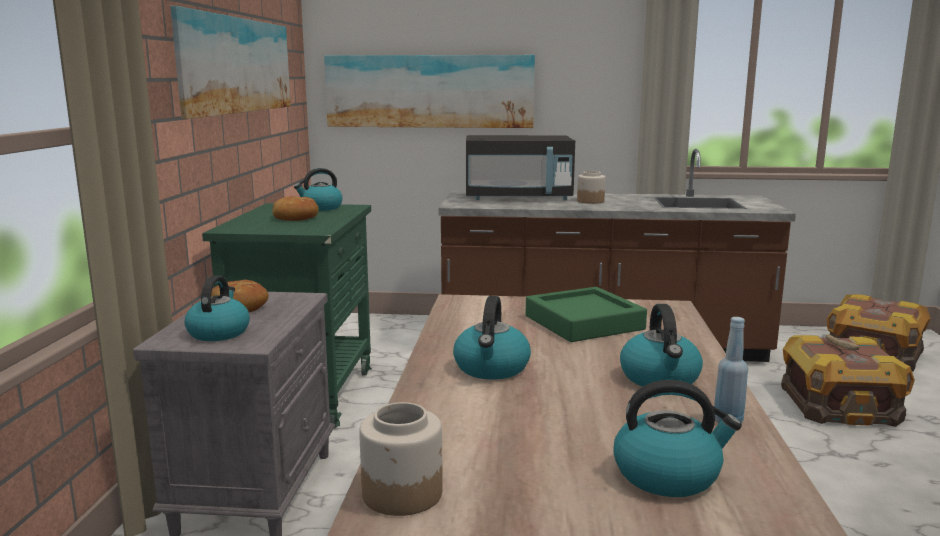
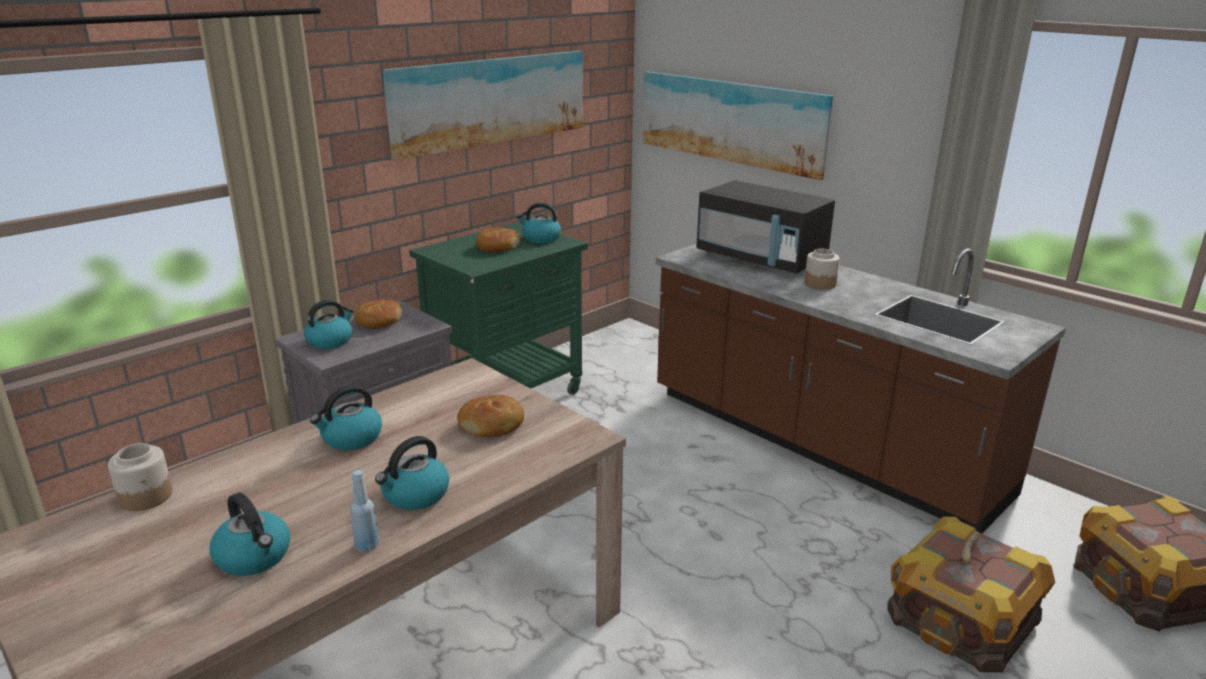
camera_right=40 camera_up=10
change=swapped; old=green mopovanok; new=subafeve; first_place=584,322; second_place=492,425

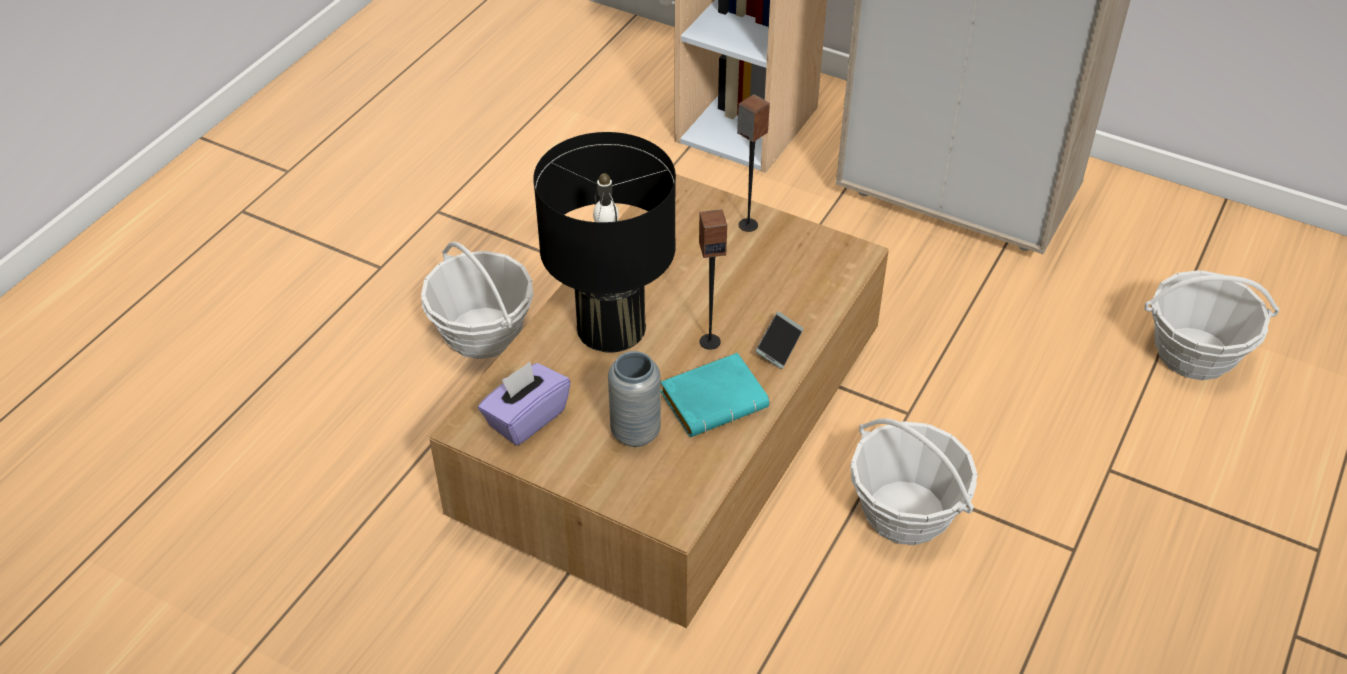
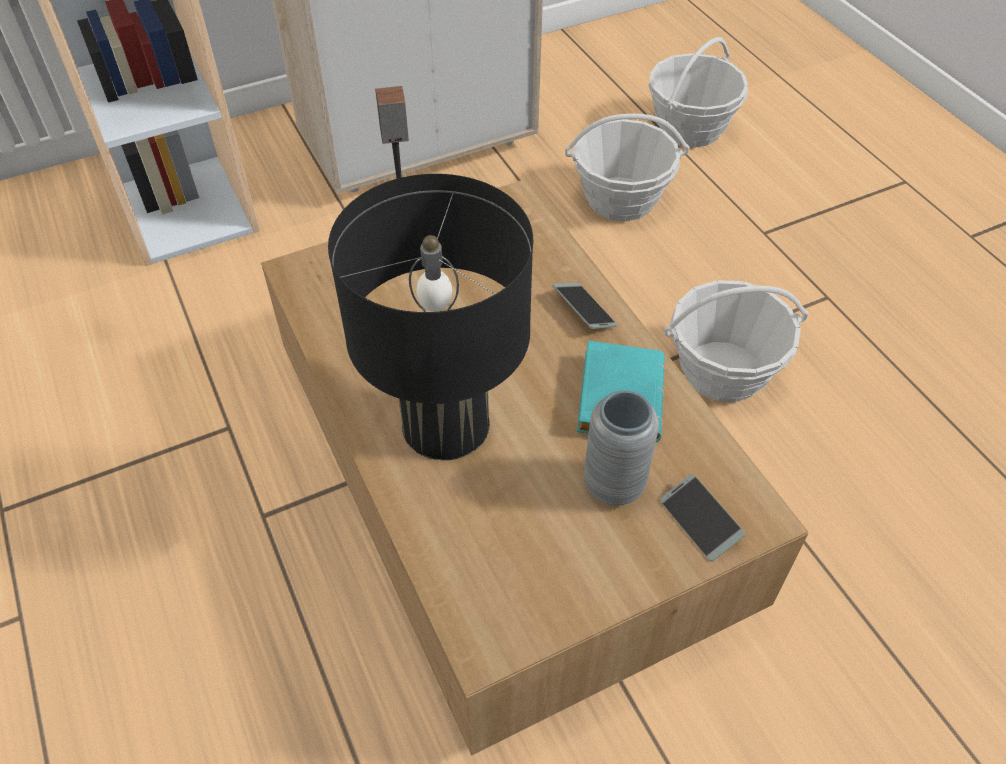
camera_right=-55 camera_up=5
change=gone; old=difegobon; first_place=710,341
change=shifted; old=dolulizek; first_place=483,333; second_place=621,199
change=gone; old=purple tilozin; first_place=526,418
change=new; new=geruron; second_place=699,522

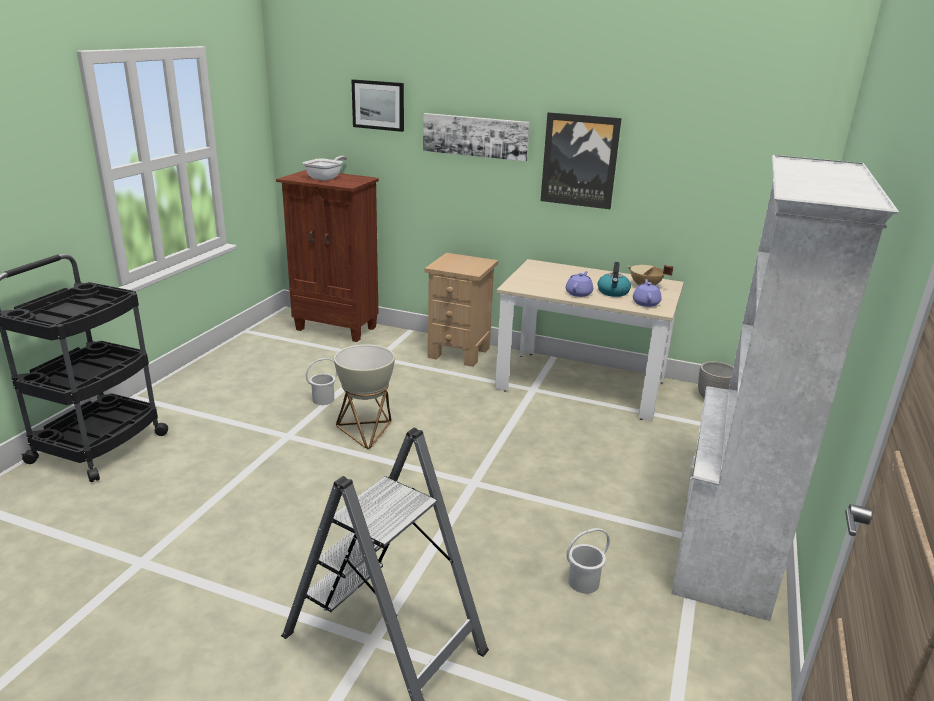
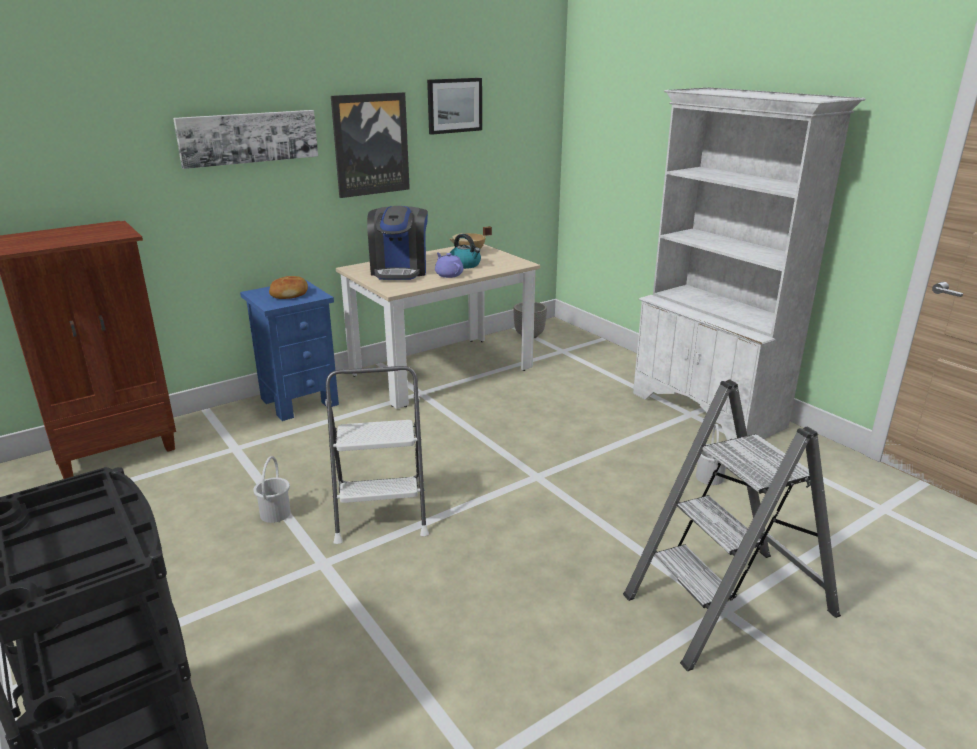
camera_right=-55 camera_up=0
change=shifted; old=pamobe; first_place=378,105; second_place=454,105
change=gone; old=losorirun; first_place=326,178
change=repainted; old=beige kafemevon; new=blue kafemevon; first_place=459,353; second_place=300,401
change=gone; old=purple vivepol; first_place=646,303
change=swapped; old=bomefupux; new=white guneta; first_place=366,431; second_place=381,506
change=new; new=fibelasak; second_place=399,271
change=new; new=subafeve; second_place=289,294

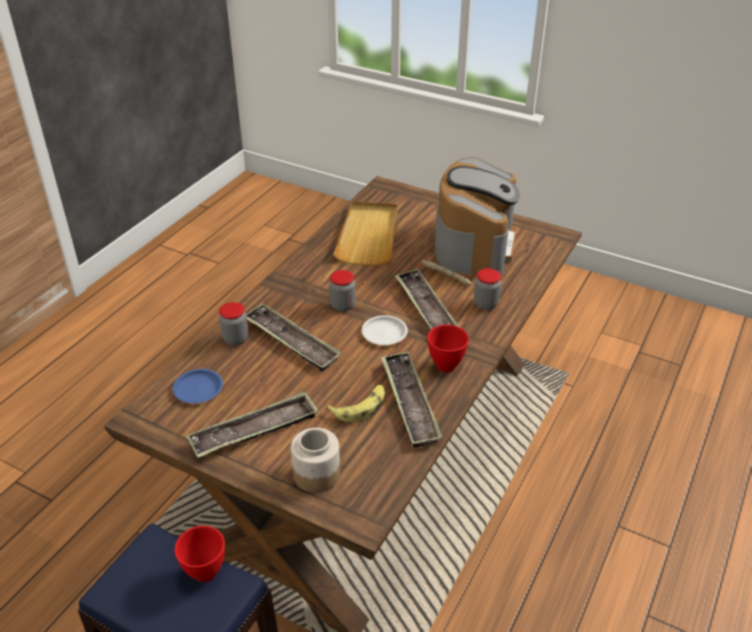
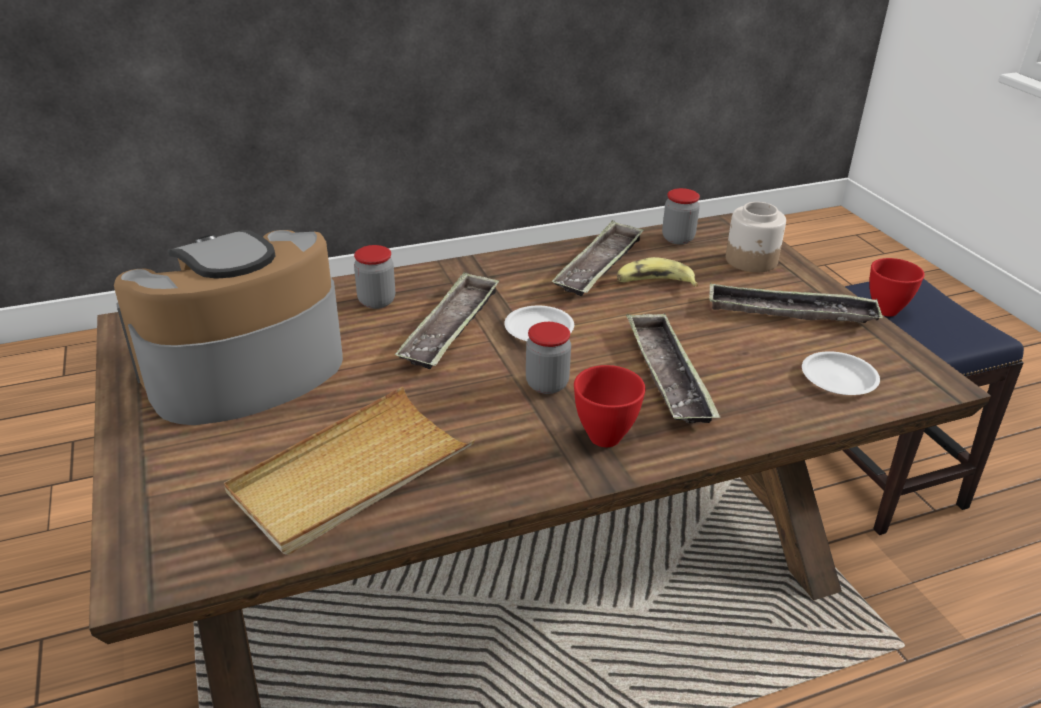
camera_right=-140 camera_up=-5
change=gone; old=subafeve; first_place=445,278
change=shifted; old=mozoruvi; first_place=235,339; second_place=678,238
change=shifted; old=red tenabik; first_place=445,365; second_place=604,438
change=repainted; old=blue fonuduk; new=white fonuduk; first_place=199,389; second_place=838,378

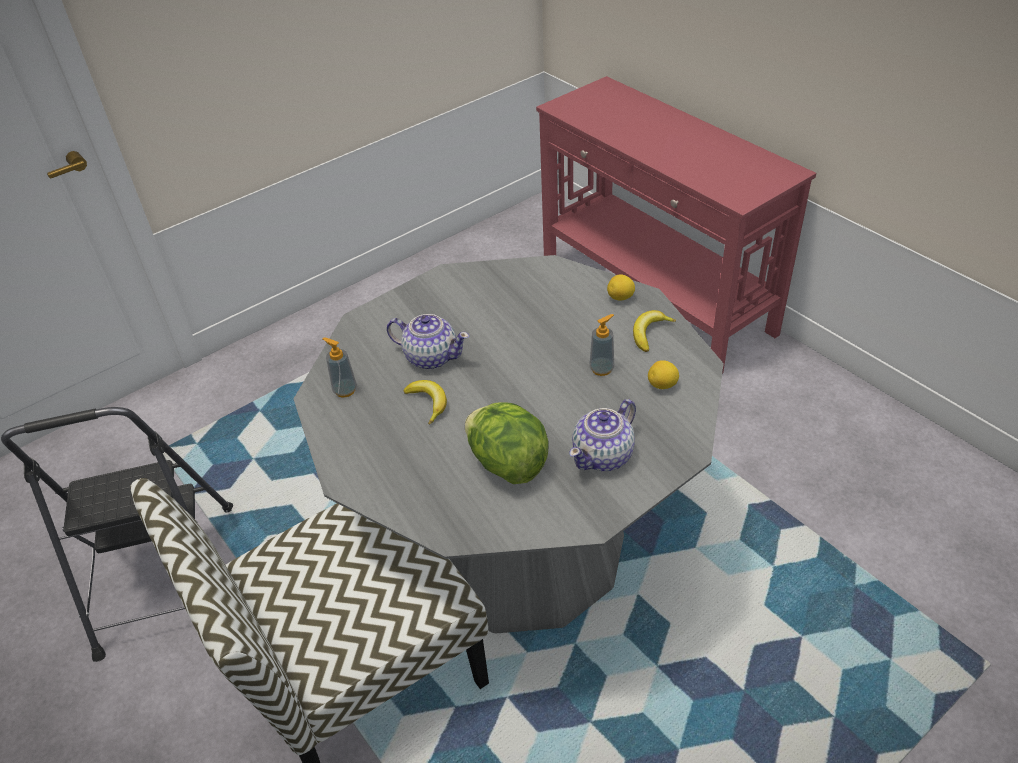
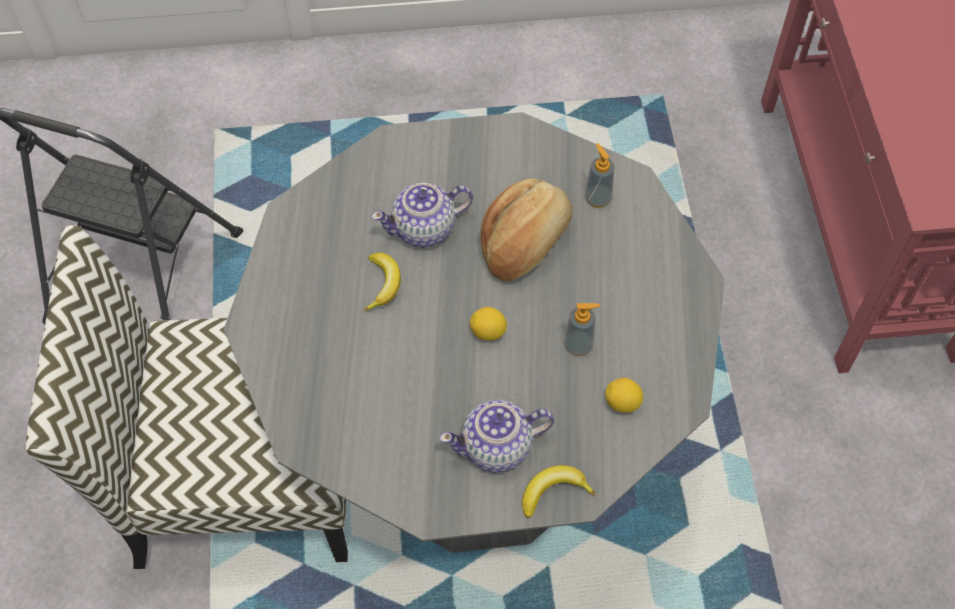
camera_right=30 camera_up=15
change=shifted; old=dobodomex; first_place=620,298; second_place=488,332
change=shifted; old=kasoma; first_place=649,333; second_place=553,492
change=rotated; old=vivepol; first_place=430,356; second_place=425,229; degrees=105
change=shifted; old=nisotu; first_place=345,390; second_place=597,198
change=gone; old=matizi; first_place=507,463
change=new; new=subafeve; second_place=525,241

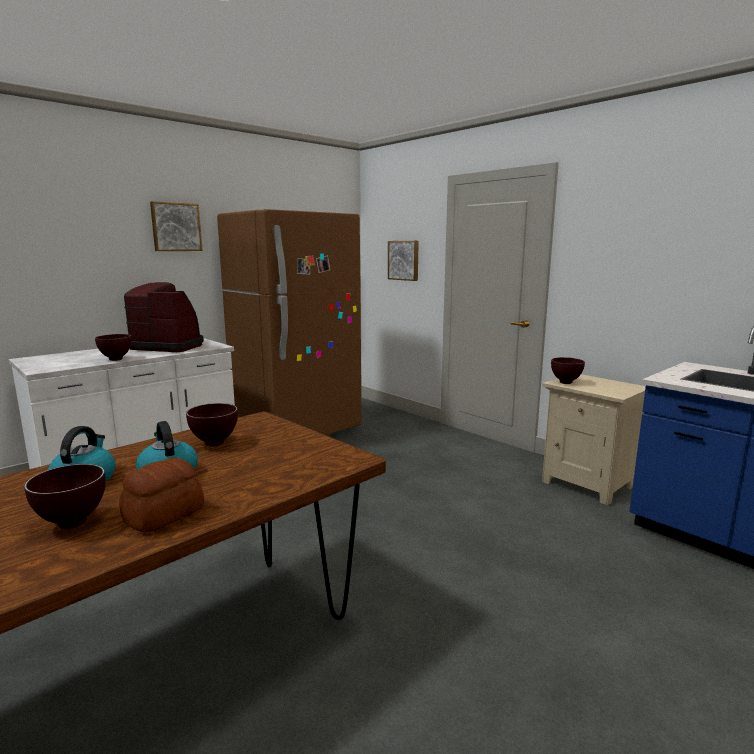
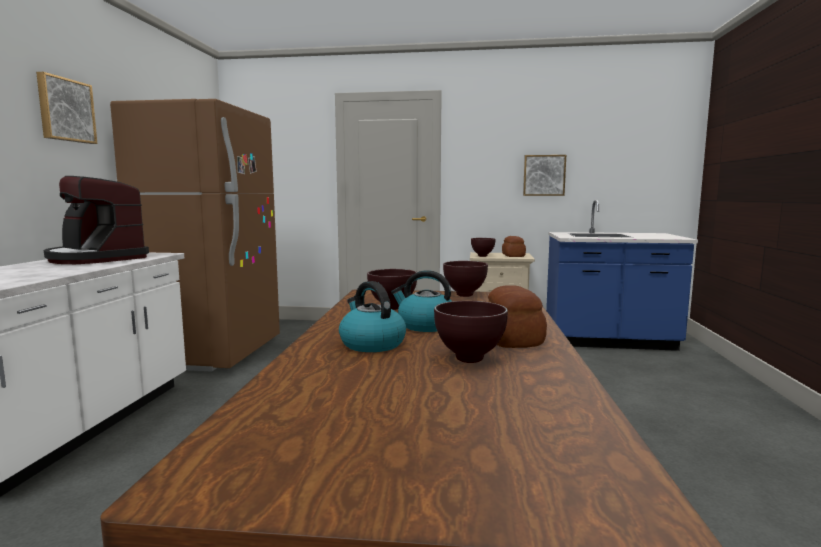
camera_right=-40 camera_up=-5
change=shifted; old=pamobe; first_place=404,260; second_place=544,175
change=rotated; old=fibelasak; first_place=169,346; second_place=96,259; degrees=-120
change=shifted; old=brown tenabik; first_place=116,359; second_place=464,295
change=new; new=subafeve; second_place=513,255

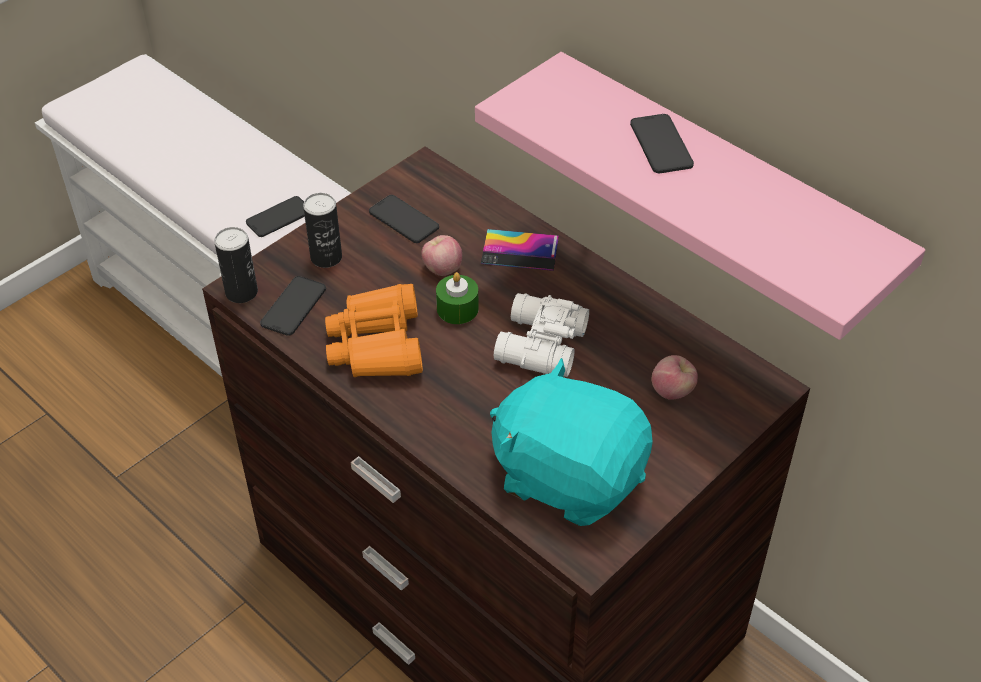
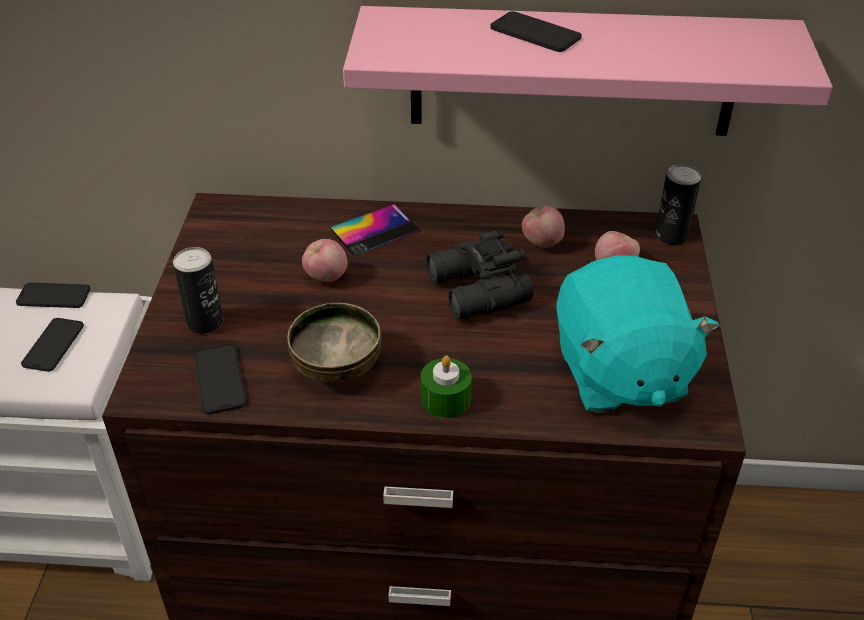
camera_right=-40 camera_up=-5
change=shifted; old=geruron; first_place=403,220; second_place=54,296
change=shifted; old=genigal; first_place=241,292; second_place=671,235
change=shifted; old=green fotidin; first_place=457,309; second_place=445,399
change=swapped; old=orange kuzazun; new=tenabik; first_place=377,344; second_place=338,366
change=repainted; old=white kuzazun; new=black kuzazun; first_place=538,346; second_place=476,291
change=rotated; old=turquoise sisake; first_place=568,476; second_place=619,373; degrees=-90
change=new; new=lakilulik; second_place=541,243

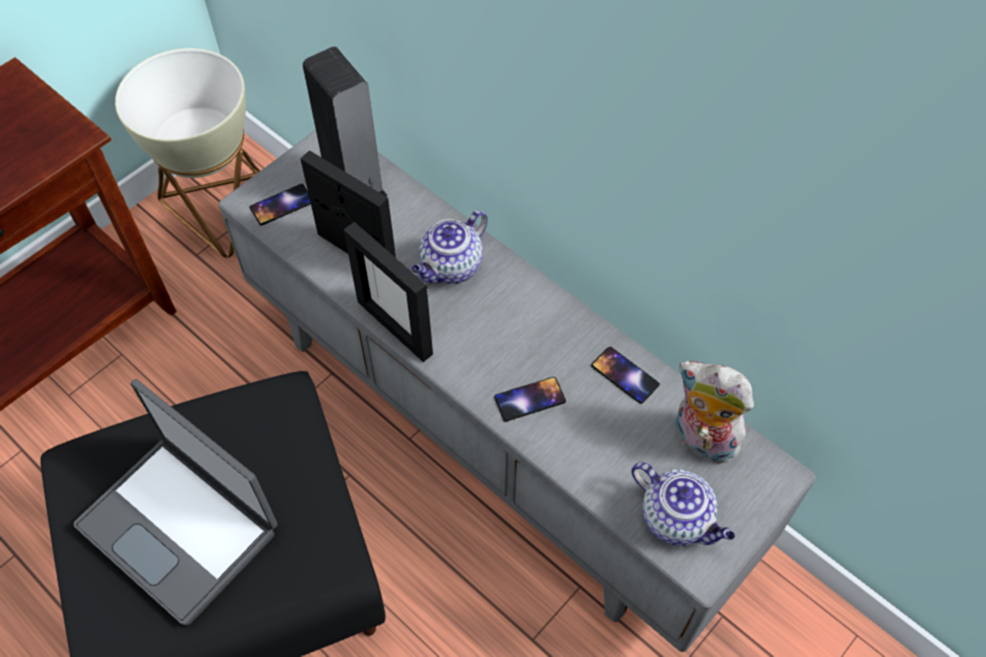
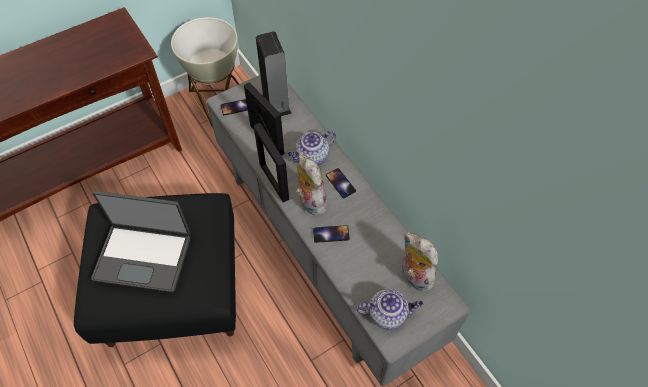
camera_right=15 camera_up=0
change=shifted; old=geruron; first_place=624,375; second_place=340,183
change=rotated; old=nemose; first_place=181,525; second_place=144,256; degrees=-45
change=rotated; old=vivepol; first_place=677,519; second_place=388,314; degrees=-60
change=new; new=sisake; second_place=310,201

